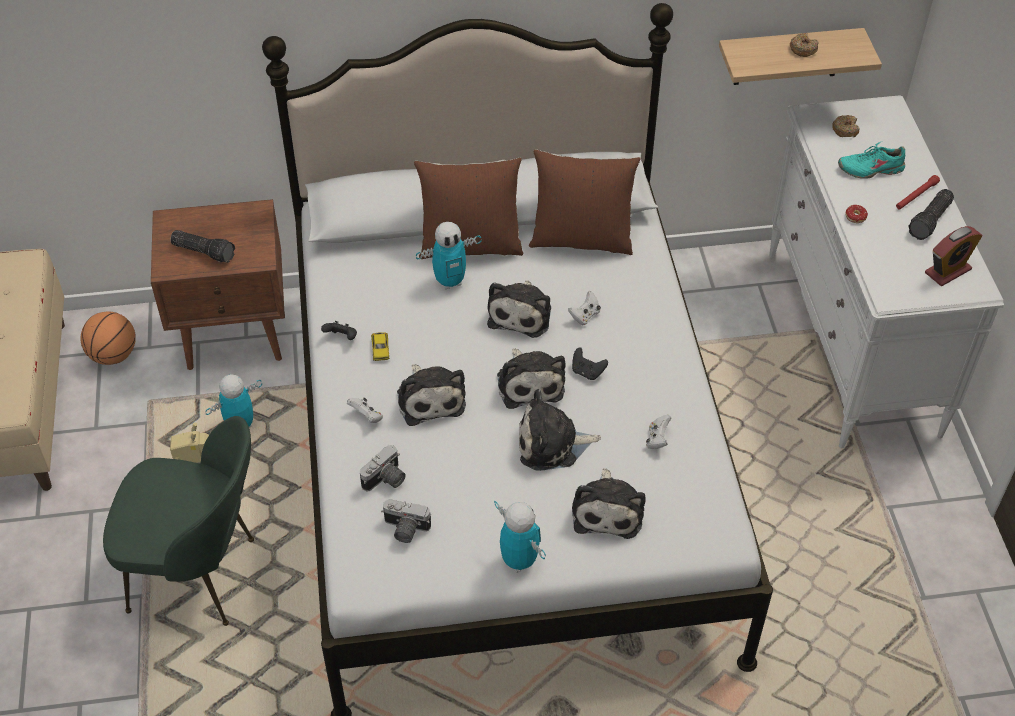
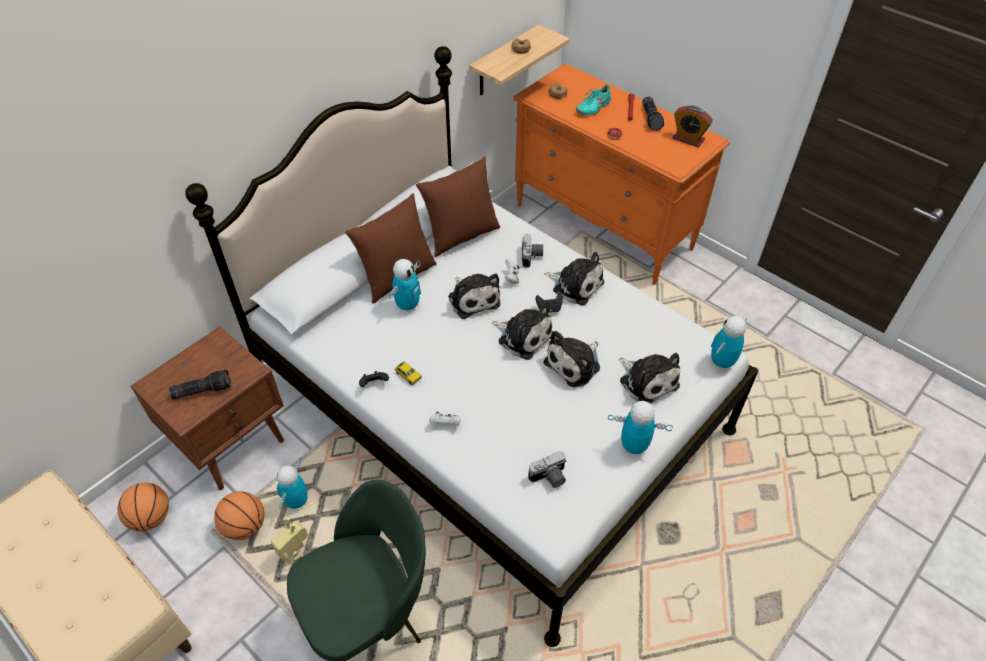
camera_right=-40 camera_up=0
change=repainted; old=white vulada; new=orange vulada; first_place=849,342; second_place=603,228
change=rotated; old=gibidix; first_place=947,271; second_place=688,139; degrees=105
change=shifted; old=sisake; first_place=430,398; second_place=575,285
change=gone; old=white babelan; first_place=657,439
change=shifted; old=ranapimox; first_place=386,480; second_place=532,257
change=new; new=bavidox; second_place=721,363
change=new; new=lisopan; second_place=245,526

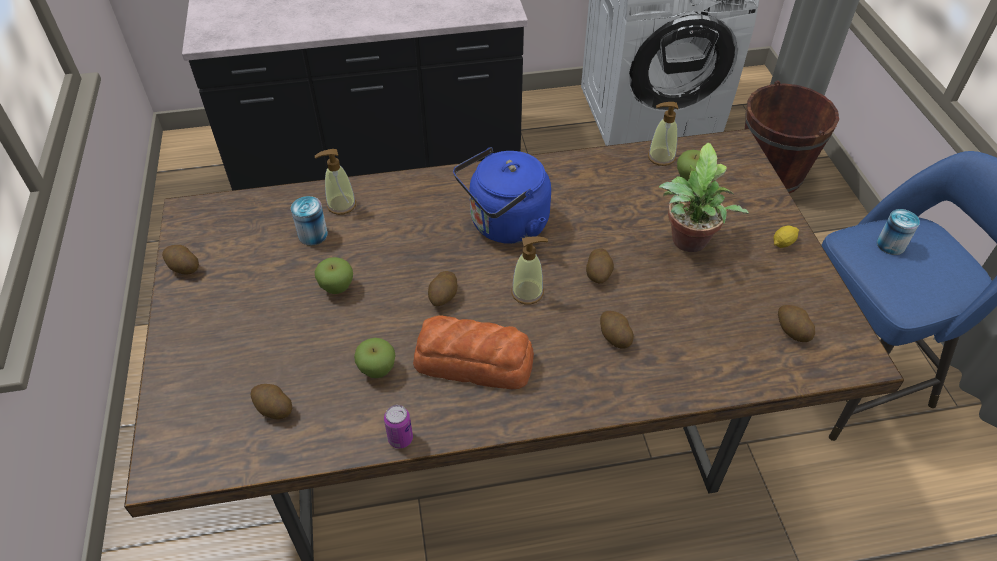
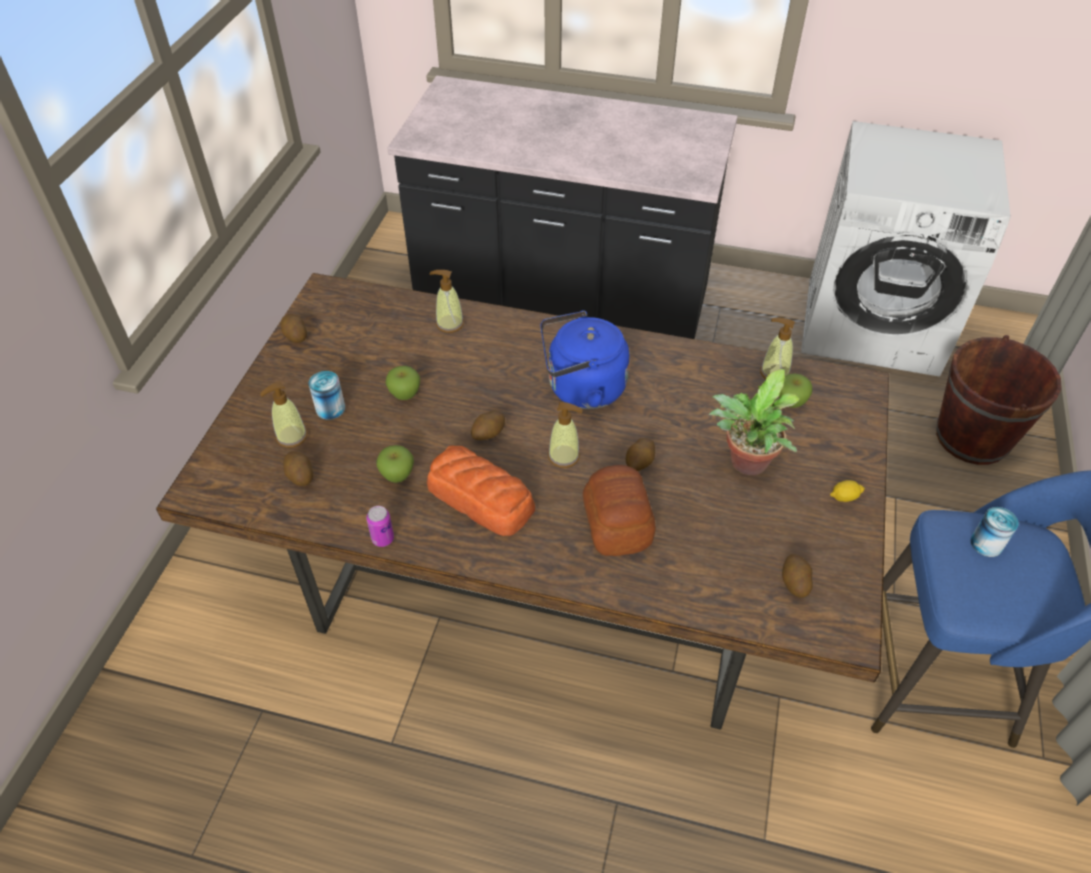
camera_right=25 camera_up=0
change=shifted; old=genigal; first_place=313,234; second_place=330,408
change=swapped; old=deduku; new=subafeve; first_place=614,336; second_place=617,523
change=new; new=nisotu; second_place=291,436

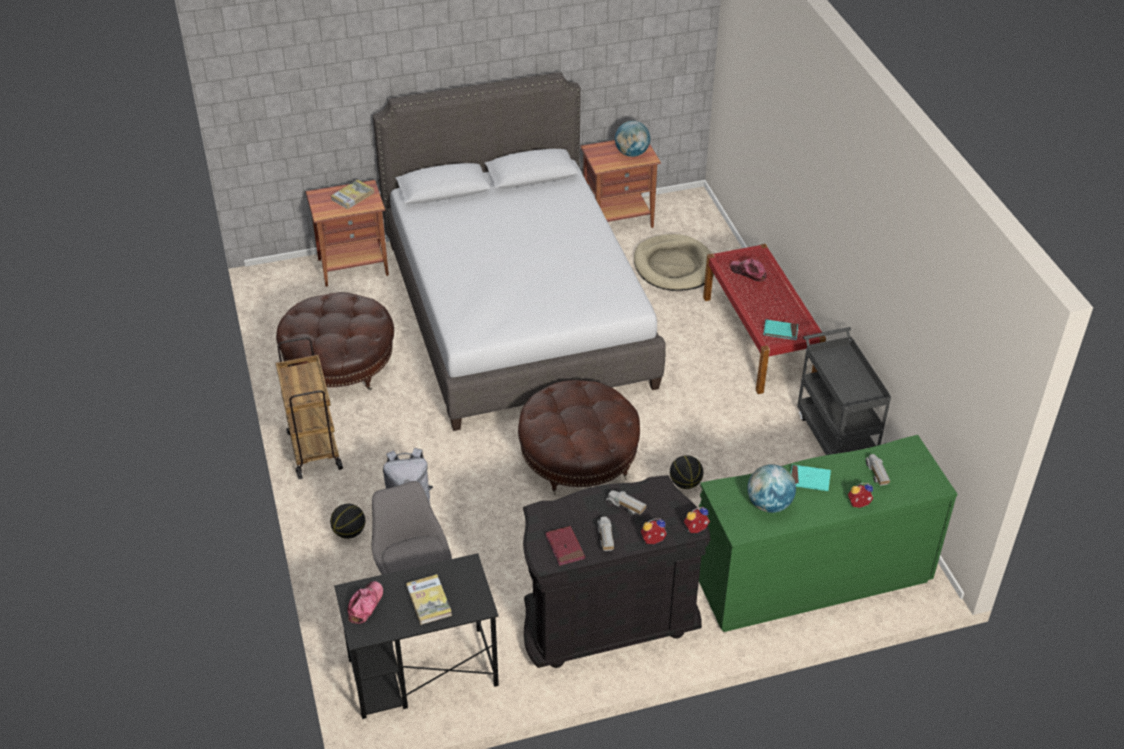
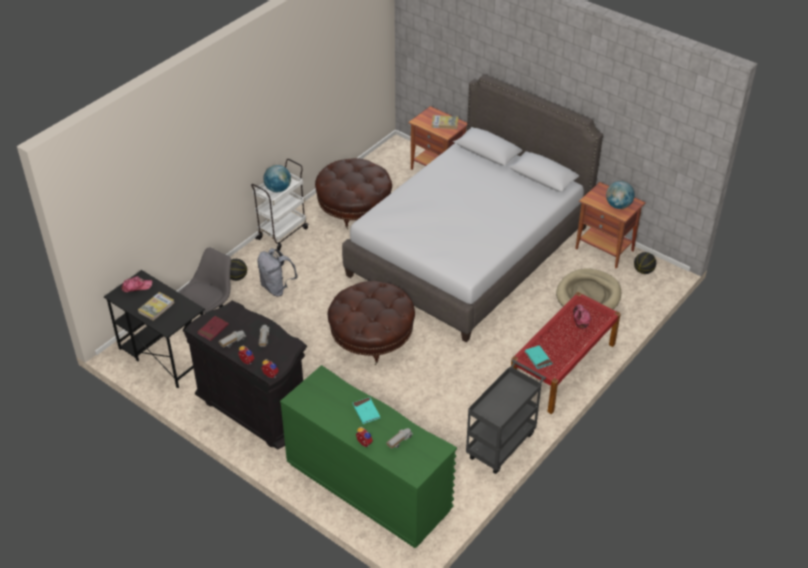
camera_right=55 camera_up=0
change=repainted; old=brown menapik; new=white menapik; first_place=314,450; second_place=283,233
change=shifted; old=lisopan; first_place=685,483; second_place=643,271
change=shifted; old=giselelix; first_place=769,504; second_place=278,189

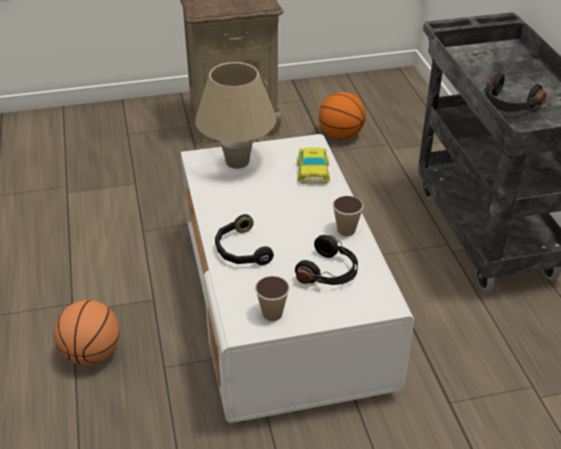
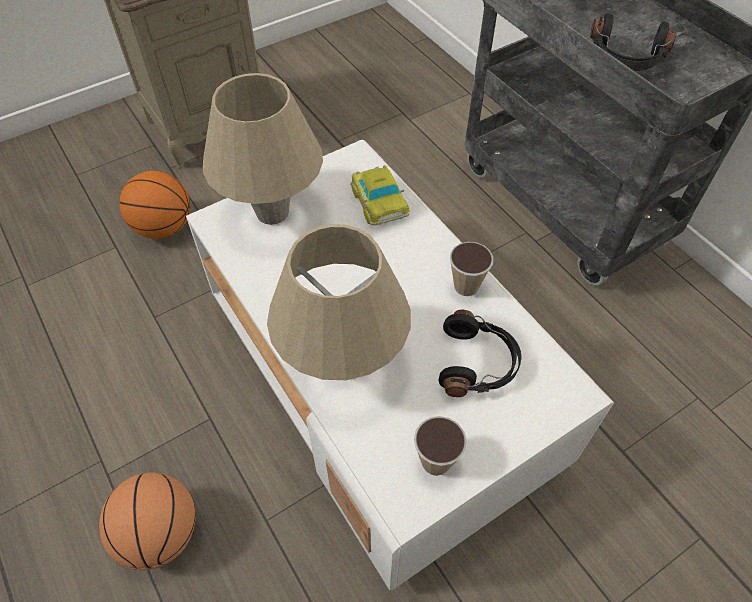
camera_right=-20 camera_up=15
change=shifted; old=lisopan; first_place=341,135; second_place=164,227
change=swapped; old=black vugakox; new=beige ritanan; first_place=240,250; second_place=343,362

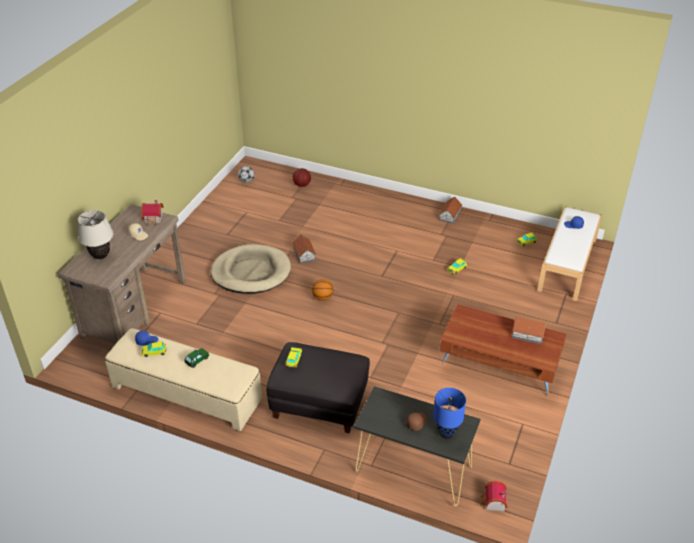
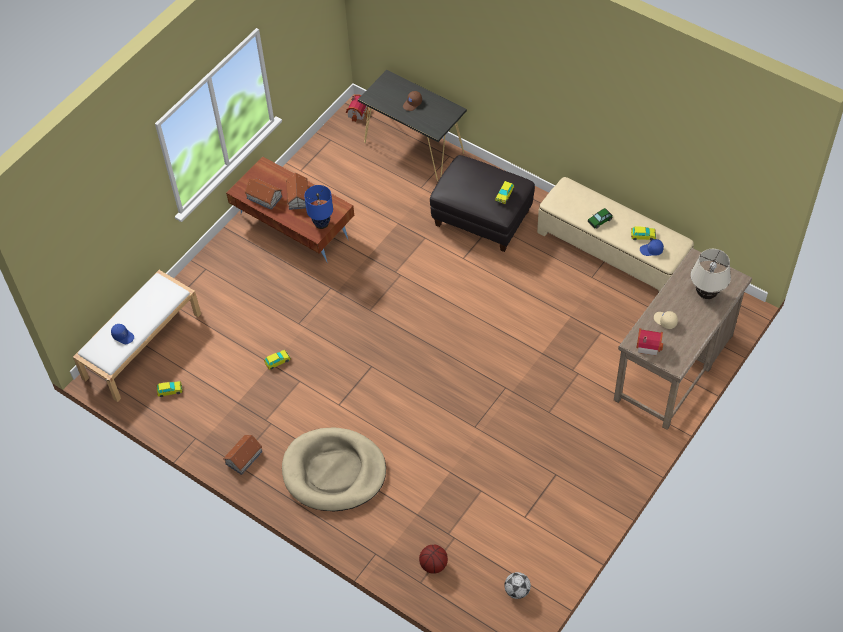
camera_right=-165 camera_up=15
change=shifted; old=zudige; first_place=304,254; second_place=298,197
change=shifted; old=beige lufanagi; first_place=251,272; second_place=334,472
change=gone; old=lisopan; first_place=322,297
change=shifted; old=blue ritanan; first_place=446,432; second_place=321,223

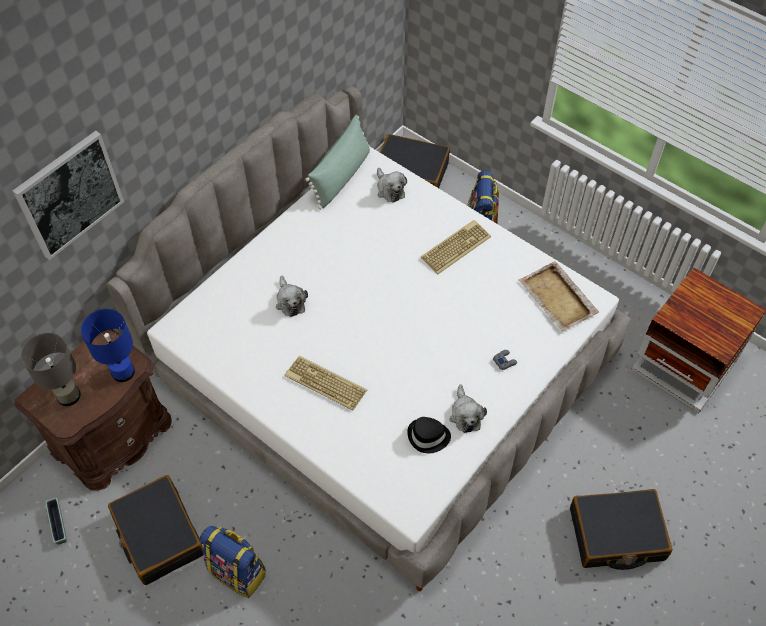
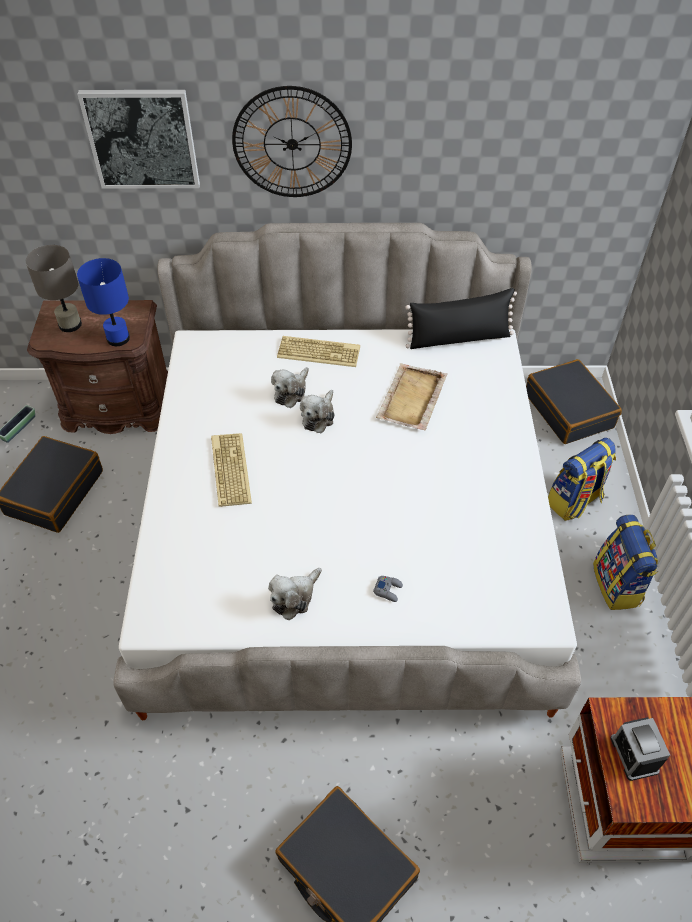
camera_right=50 camera_up=-5
change=repainted; old=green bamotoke; new=black bamotoke; first_place=341,176; second_place=459,338
change=shifted; old=sisake; first_place=389,189; second_place=319,416
change=shifted; old=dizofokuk; first_place=455,246; second_place=319,351
change=shifted; old=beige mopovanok; first_place=558,298; second_place=411,399
change=gone; old=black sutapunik; first_place=428,437
change=shifted; old=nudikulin; first_place=238,571; second_place=617,585
change=new; new=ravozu; second_place=292,144
change=new; new=gibidix; second_place=634,755

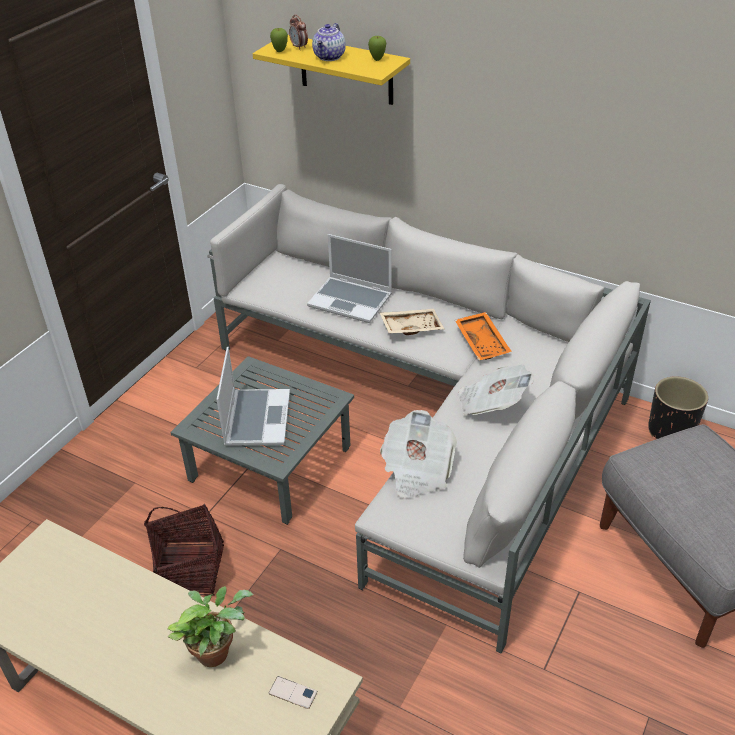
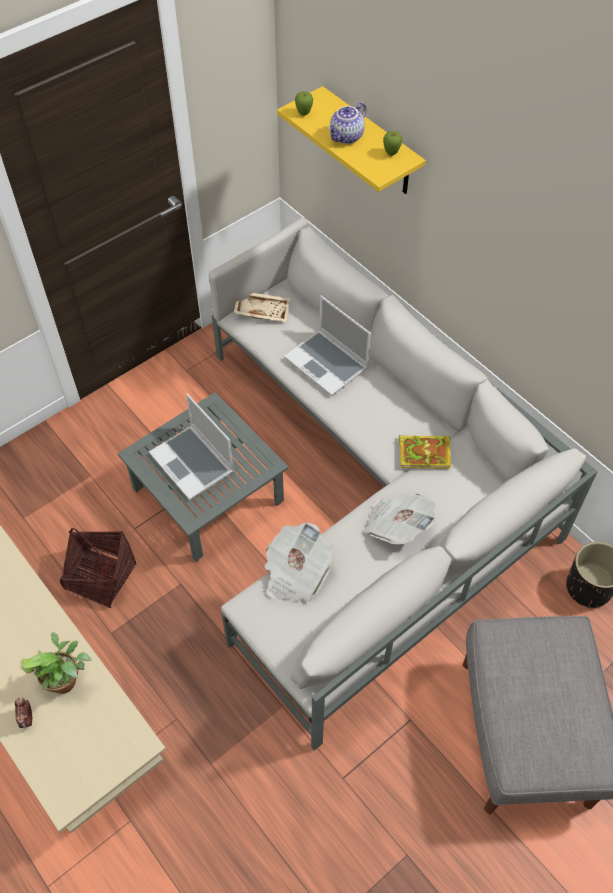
camera_right=20 camera_up=15
change=shifted; old=gibidix; first_place=299,47; second_place=27,719
change=shifted; old=beige mopovanok; first_place=411,327; second_place=262,310
change=swapped; old=orange mopovanok; new=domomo; first_place=483,342; second_place=426,453
change=rotated; old=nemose; first_place=256,418; second_place=193,463; degrees=120
change=gone; old=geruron; first_place=293,692

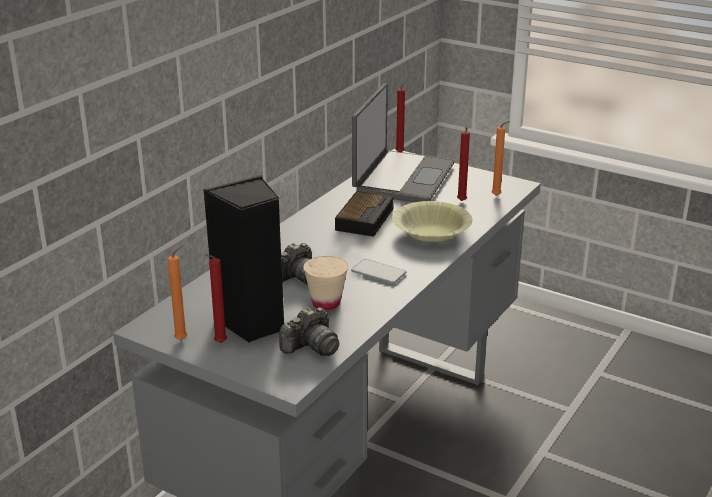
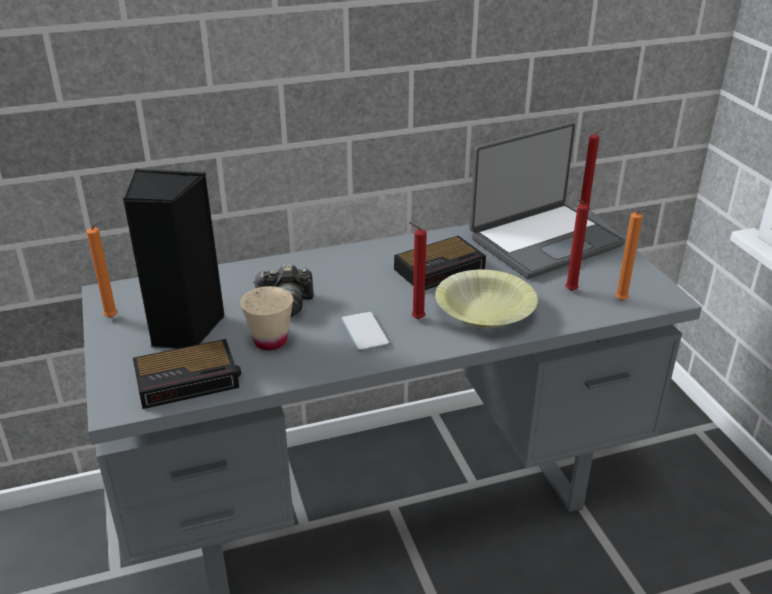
camera_right=40 camera_up=5
change=shifted; old=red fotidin; first_place=219,343; second_place=415,319
change=swapped; old=ranapimox; new=gibidix; first_place=311,347; second_place=189,380

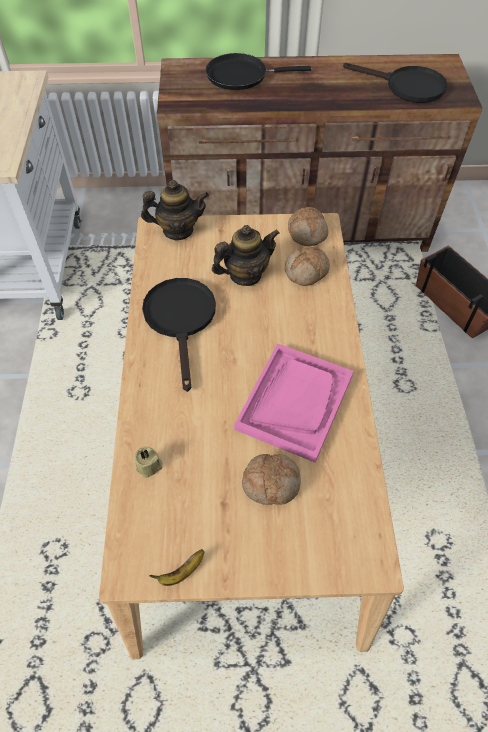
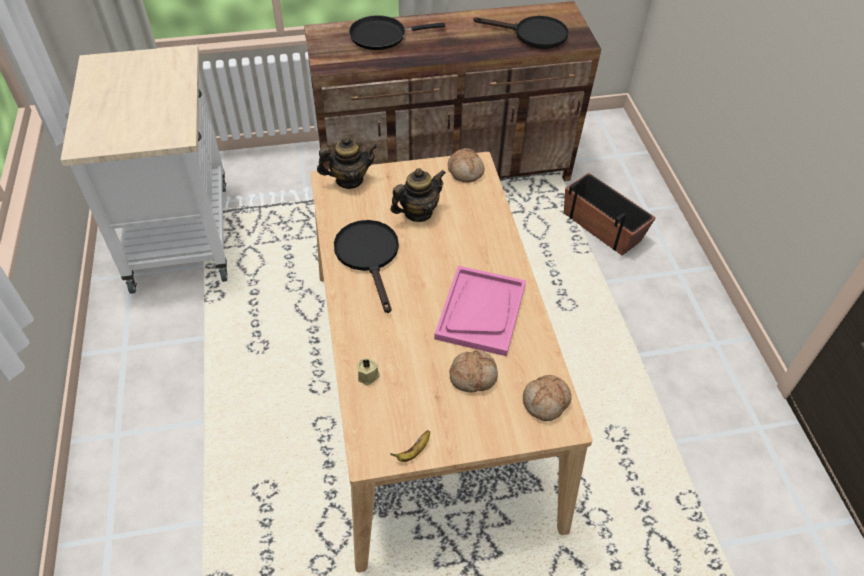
camera_right=-10 camera_up=-5
change=shifted; old=subafeve; first_place=307,272; second_place=546,402

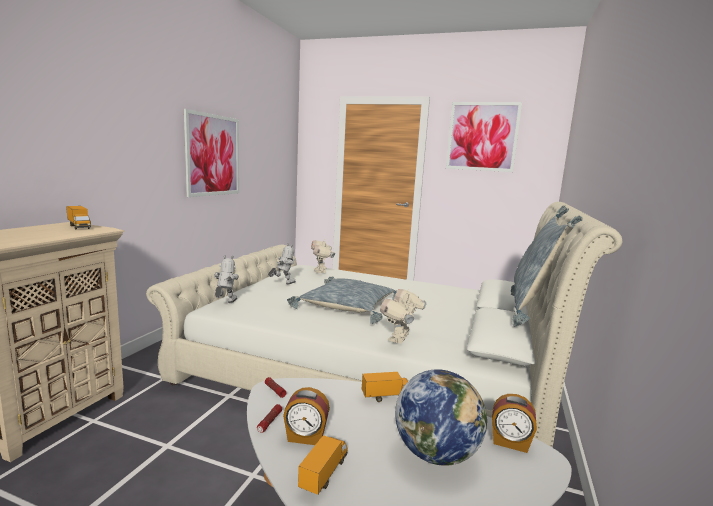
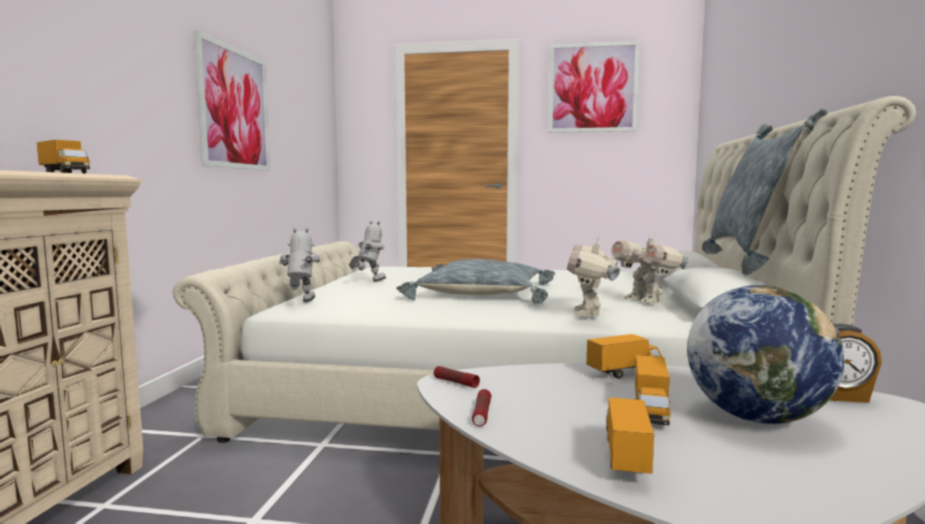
camera_right=-10 camera_up=-5
change=shifted; old=bavidox; first_place=321,271; second_place=646,301
change=gone; old=gibidix; first_place=305,437
change=new; new=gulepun; second_place=650,410

